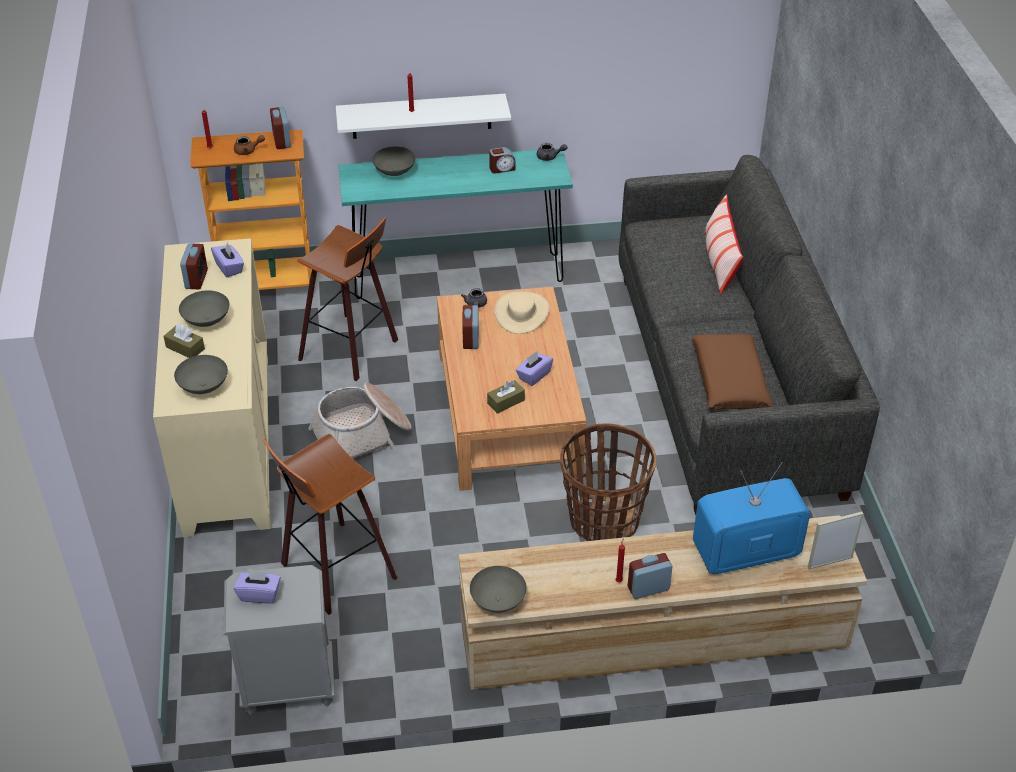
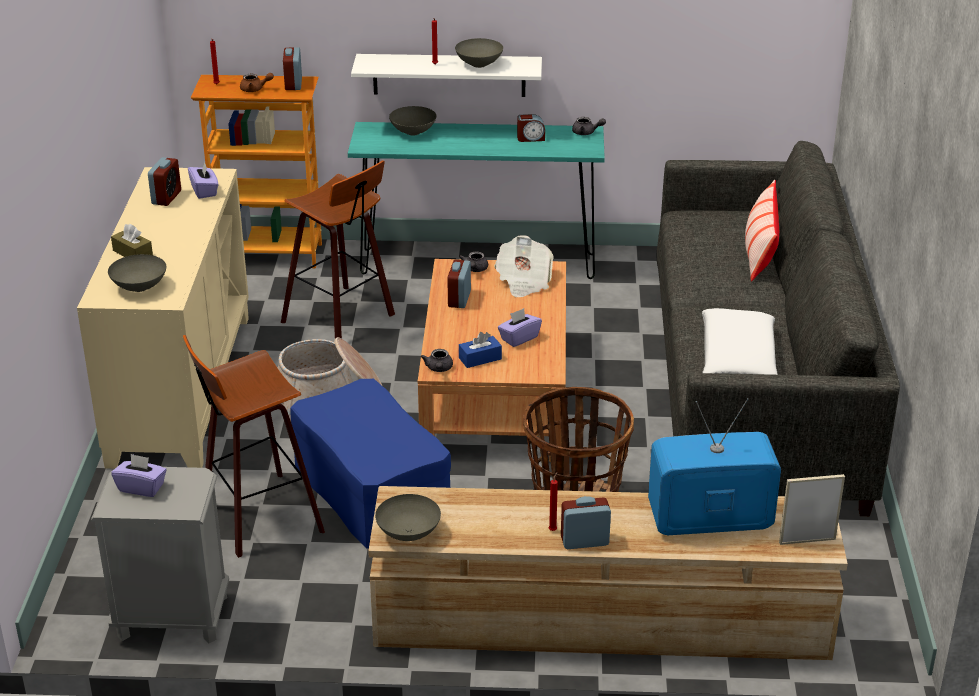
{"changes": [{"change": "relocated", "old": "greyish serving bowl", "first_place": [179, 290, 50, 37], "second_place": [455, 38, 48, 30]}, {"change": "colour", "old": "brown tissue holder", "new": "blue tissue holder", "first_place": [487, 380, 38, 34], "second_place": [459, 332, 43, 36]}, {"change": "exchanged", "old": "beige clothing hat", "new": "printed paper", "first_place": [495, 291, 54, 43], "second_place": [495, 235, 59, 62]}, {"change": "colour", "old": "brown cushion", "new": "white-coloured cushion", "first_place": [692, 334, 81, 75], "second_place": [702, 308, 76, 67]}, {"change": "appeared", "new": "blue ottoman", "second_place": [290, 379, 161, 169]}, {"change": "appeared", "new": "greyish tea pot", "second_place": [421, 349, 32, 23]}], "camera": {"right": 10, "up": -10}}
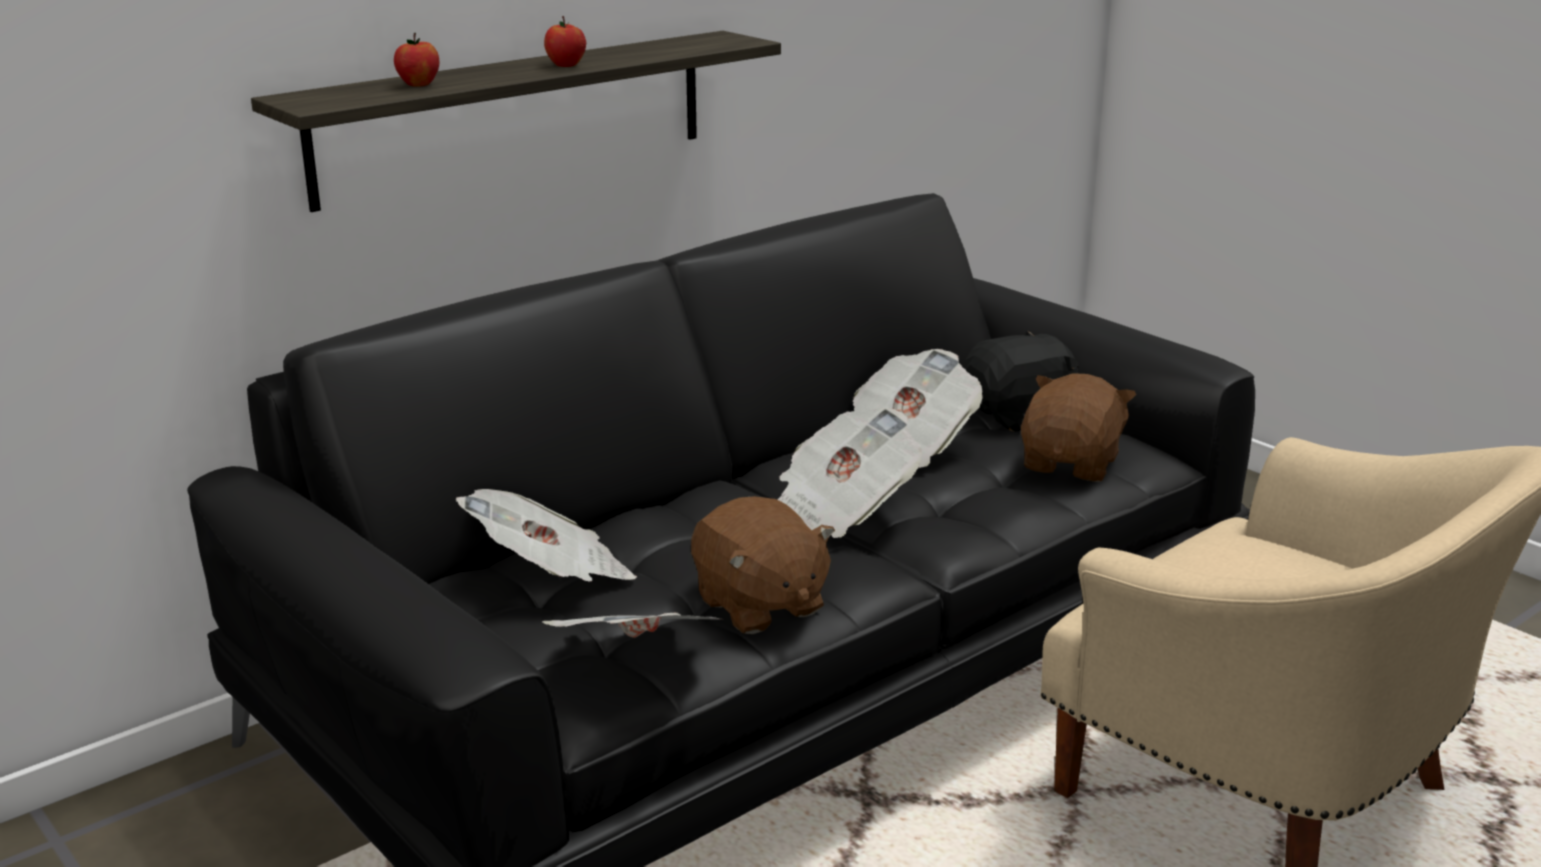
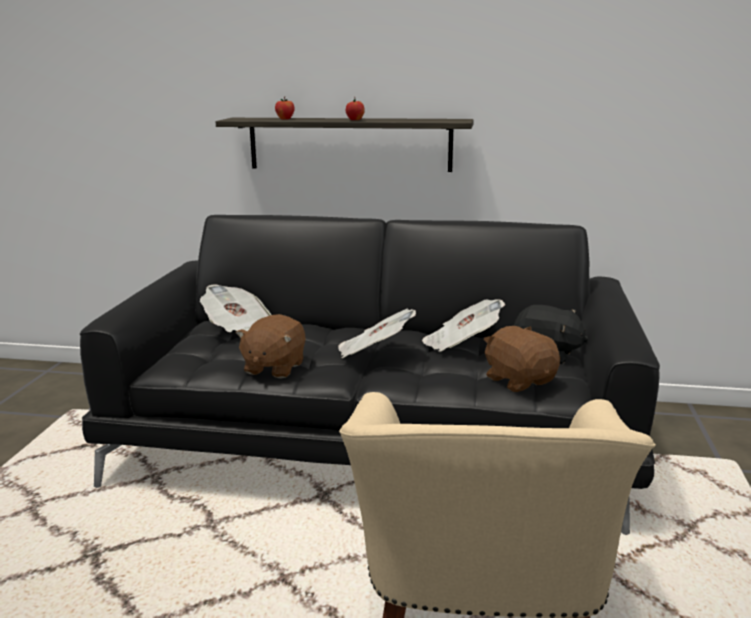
{"changes": [{"change": "missing", "old": "printed paper", "first_place": [542, 613, 180, 25]}, {"change": "spun", "old": "brown plush toy", "first_place": [1021, 373, 115, 109], "second_place": [484, 326, 76, 66], "degrees": -105}], "camera": {"right": 50, "up": -5}}
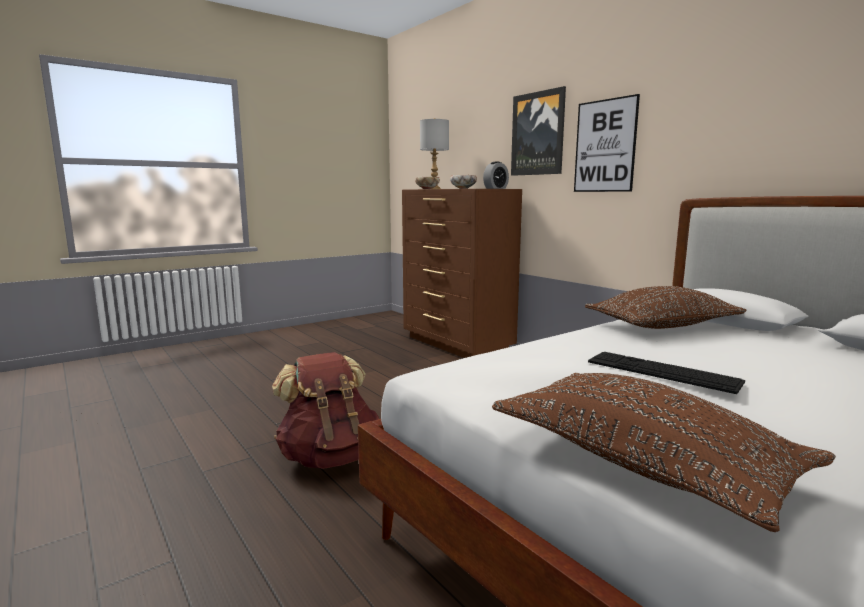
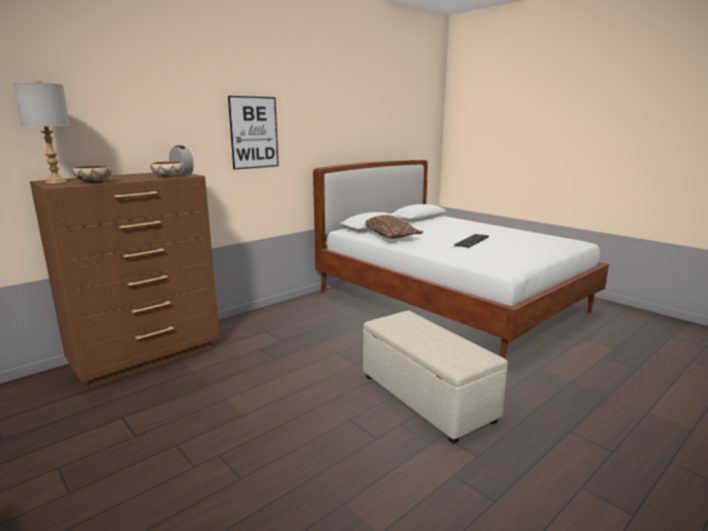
{"changes": [{"change": "exchanged", "old": "brown backpack", "new": "beige ottoman", "first_place": [272, 352, 107, 117], "second_place": [363, 311, 145, 133]}, {"change": "missing", "old": "brown cushion", "first_place": [492, 373, 344, 159]}, {"change": "missing", "old": "picture", "first_place": [511, 86, 55, 90]}], "camera": {"right": -95, "up": 5}}
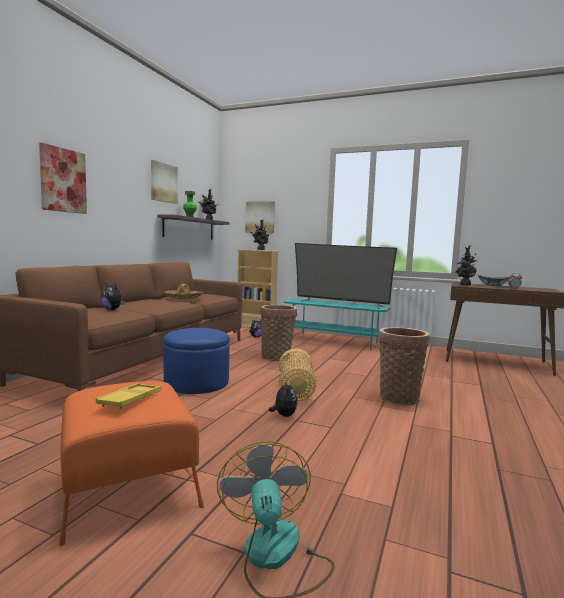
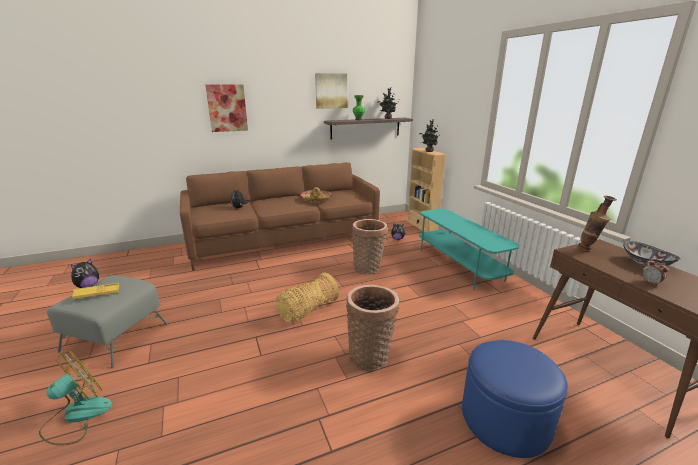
{"changes": [{"change": "colour", "old": "orange-coloured ottoman", "new": "greyish ottoman", "first_place": [59, 381, 145, 165], "second_place": [47, 275, 121, 93]}, {"change": "relocated", "old": "blue ottoman", "first_place": [163, 328, 67, 66], "second_place": [462, 340, 106, 118]}, {"change": "missing", "old": "picture", "first_place": [245, 201, 30, 32]}, {"change": "relocated", "old": "plush toy", "first_place": [269, 380, 28, 37], "second_place": [71, 258, 28, 30]}, {"change": "missing", "old": "television", "first_place": [295, 243, 102, 66]}, {"change": "exchanged", "old": "houseplant", "new": "decorative vase", "first_place": [454, 246, 23, 39], "second_place": [577, 196, 40, 56]}], "camera": {"right": 45, "up": 15}}
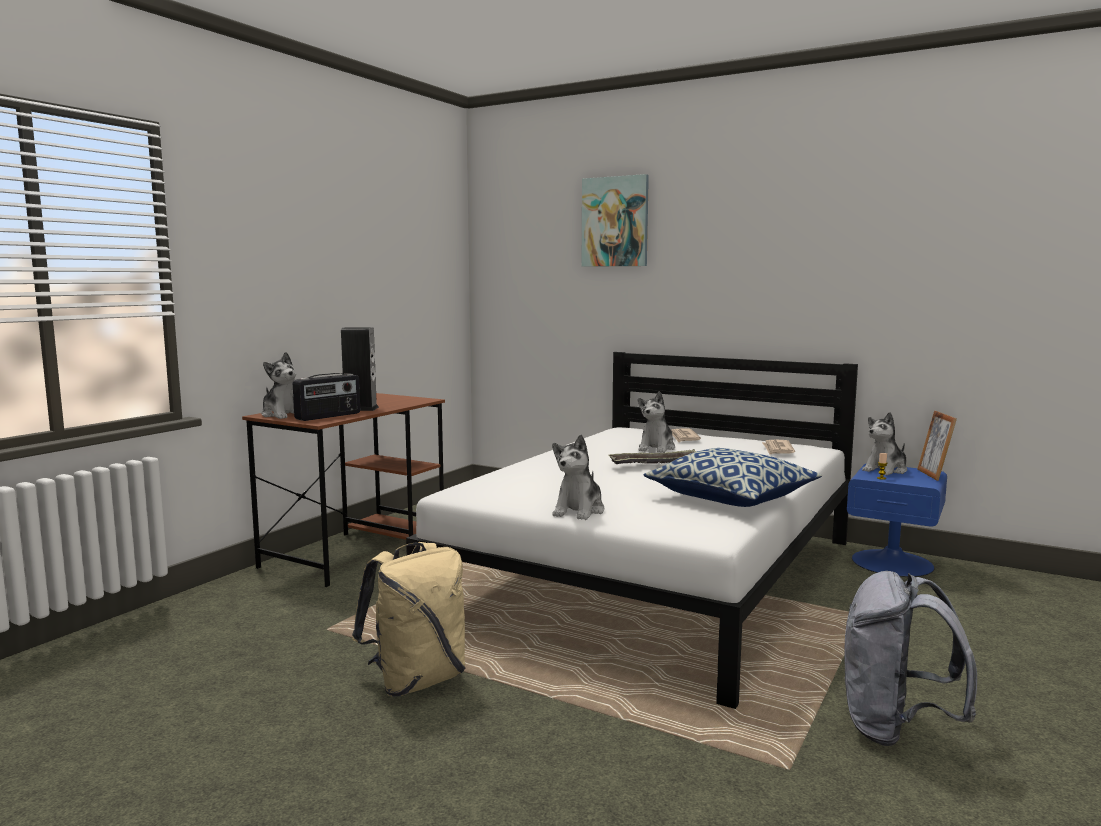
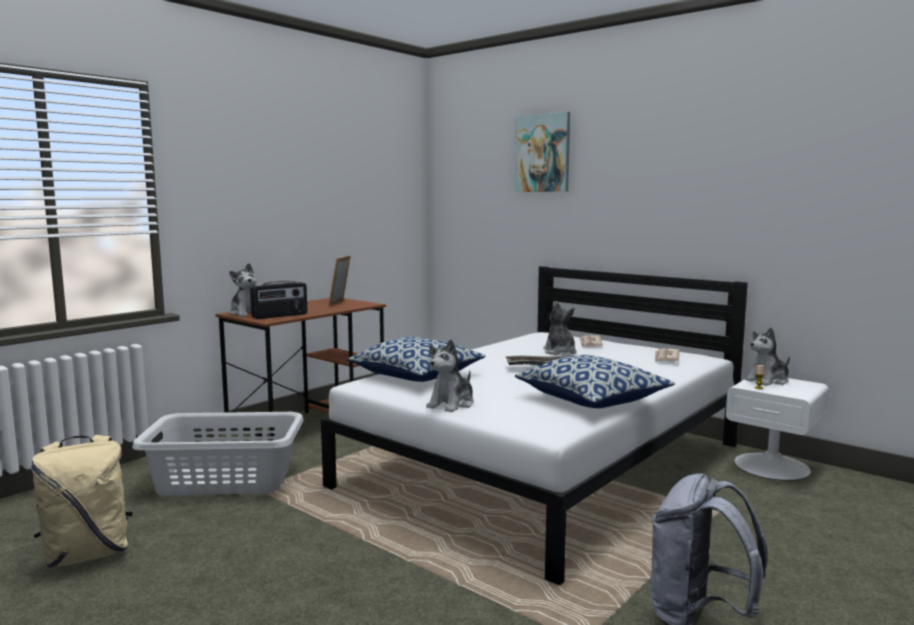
{"changes": [{"change": "missing", "old": "speaker", "first_place": [341, 327, 38, 84]}, {"change": "relocated", "old": "beige backpack", "first_place": [352, 542, 114, 155], "second_place": [31, 435, 102, 133]}, {"change": "spun", "old": "plush toy", "first_place": [638, 391, 37, 62], "second_place": [543, 301, 34, 54], "degrees": 135}, {"change": "colour", "old": "blue nightstand", "new": "white-coloured nightstand", "first_place": [847, 463, 100, 114], "second_place": [726, 378, 103, 103]}, {"change": "relocated", "old": "picture frame", "first_place": [917, 410, 40, 71], "second_place": [329, 255, 21, 51]}, {"change": "appeared", "new": "greyish hamper", "second_place": [132, 412, 172, 83]}, {"change": "appeared", "new": "cushion", "second_place": [347, 337, 139, 45]}], "camera": {"right": 10, "up": 0}}
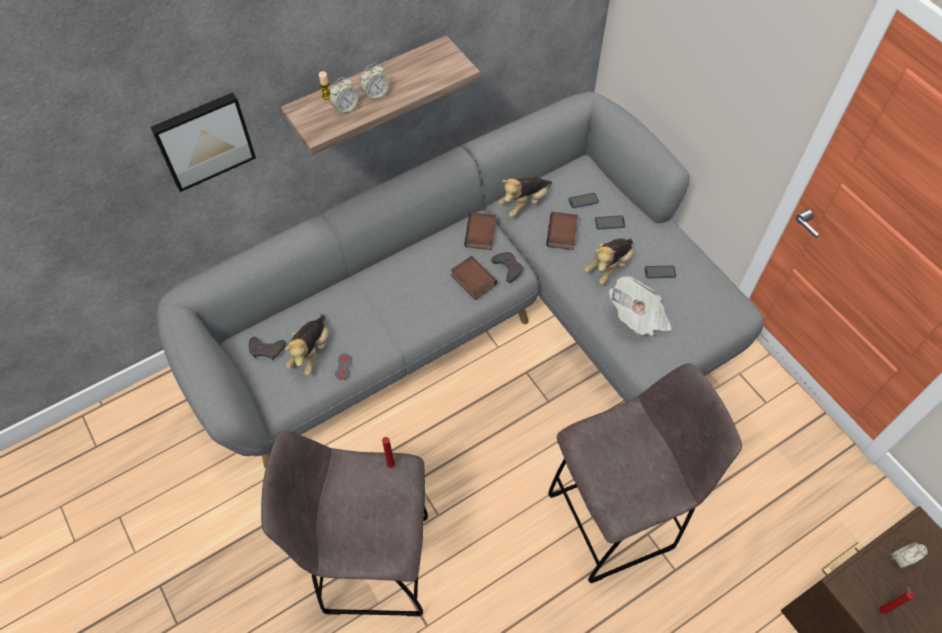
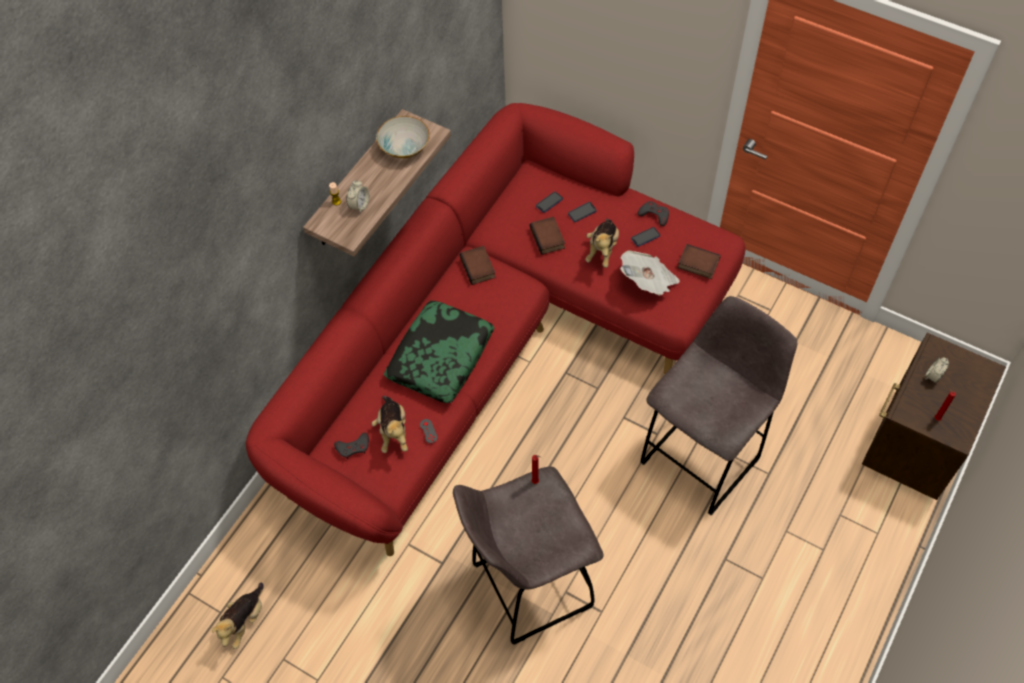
{"changes": [{"change": "missing", "old": "picture", "first_place": [150, 92, 106, 100]}, {"change": "colour", "old": "greyish settee", "new": "red settee", "first_place": [157, 92, 607, 376], "second_place": [246, 103, 500, 453]}, {"change": "missing", "old": "alarm clock", "first_place": [360, 63, 29, 38]}, {"change": "relocated", "old": "bound book", "first_place": [451, 256, 46, 44], "second_place": [678, 244, 43, 35]}, {"change": "relocated", "old": "greyish game controller", "first_place": [491, 252, 32, 31], "second_place": [638, 201, 31, 25]}, {"change": "relocated", "old": "plush toy", "first_place": [498, 176, 54, 41], "second_place": [212, 583, 52, 66]}, {"change": "appeared", "new": "serving bowl", "second_place": [376, 116, 54, 42]}, {"change": "appeared", "new": "cushion", "second_place": [384, 301, 110, 102]}], "camera": {"right": -25, "up": 0}}
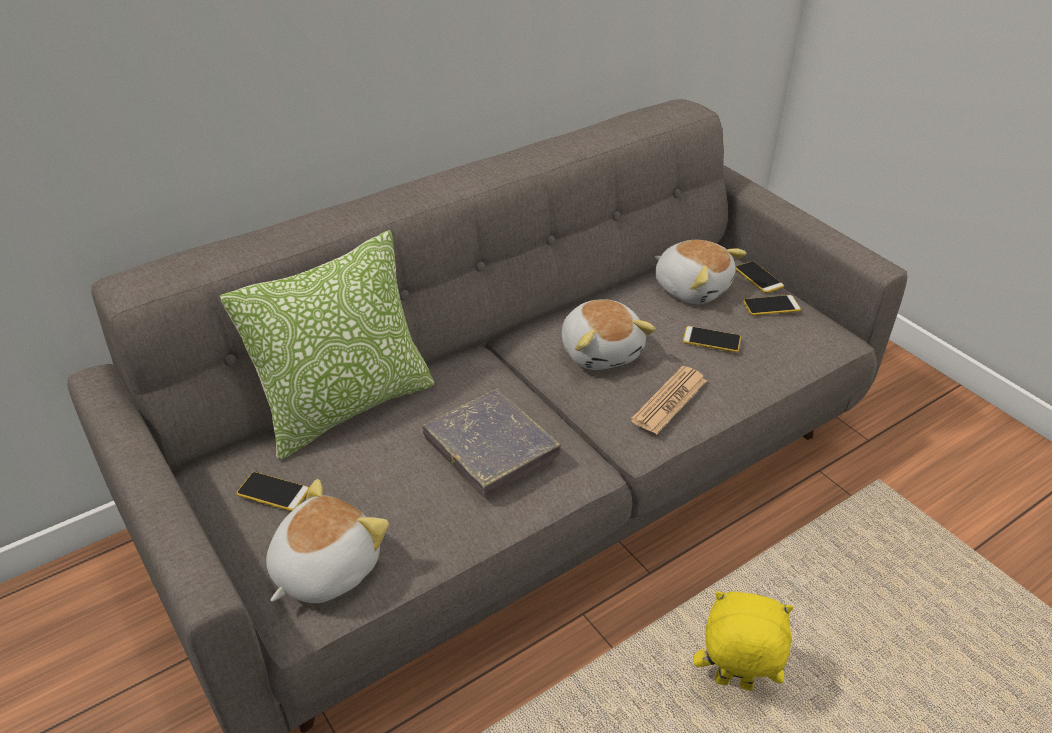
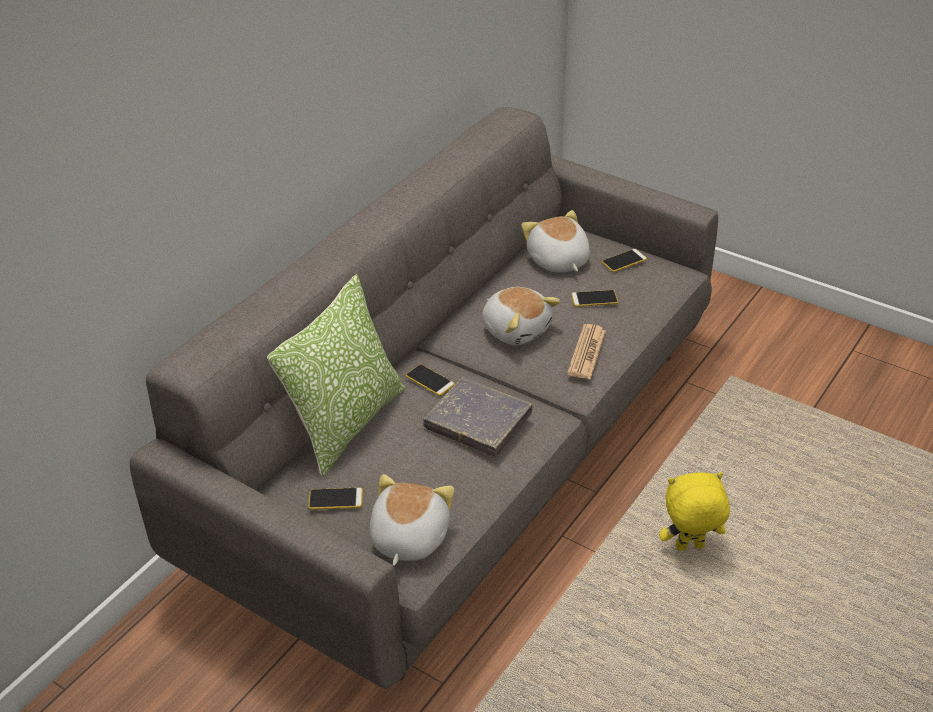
{"changes": [{"change": "spun", "old": "plush toy", "first_place": [655, 240, 91, 64], "second_place": [521, 210, 69, 63], "degrees": -135}, {"change": "relocated", "old": "phone", "first_place": [735, 261, 49, 32], "second_place": [406, 364, 49, 32]}], "camera": {"right": -20, "up": 0}}
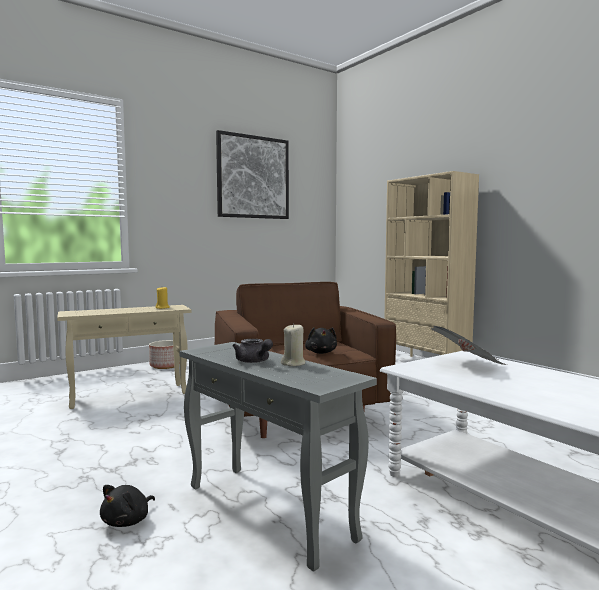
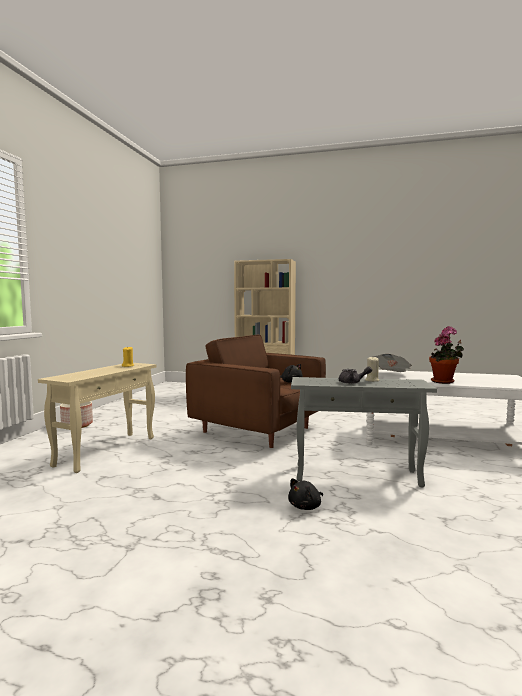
{"changes": [{"change": "spun", "old": "blackish plush toy", "first_place": [100, 485, 55, 42], "second_place": [288, 478, 35, 32], "degrees": 60}, {"change": "missing", "old": "picture", "first_place": [216, 130, 73, 89]}, {"change": "appeared", "new": "houseplant", "second_place": [429, 326, 35, 58]}], "camera": {"right": -40, "up": 0}}
